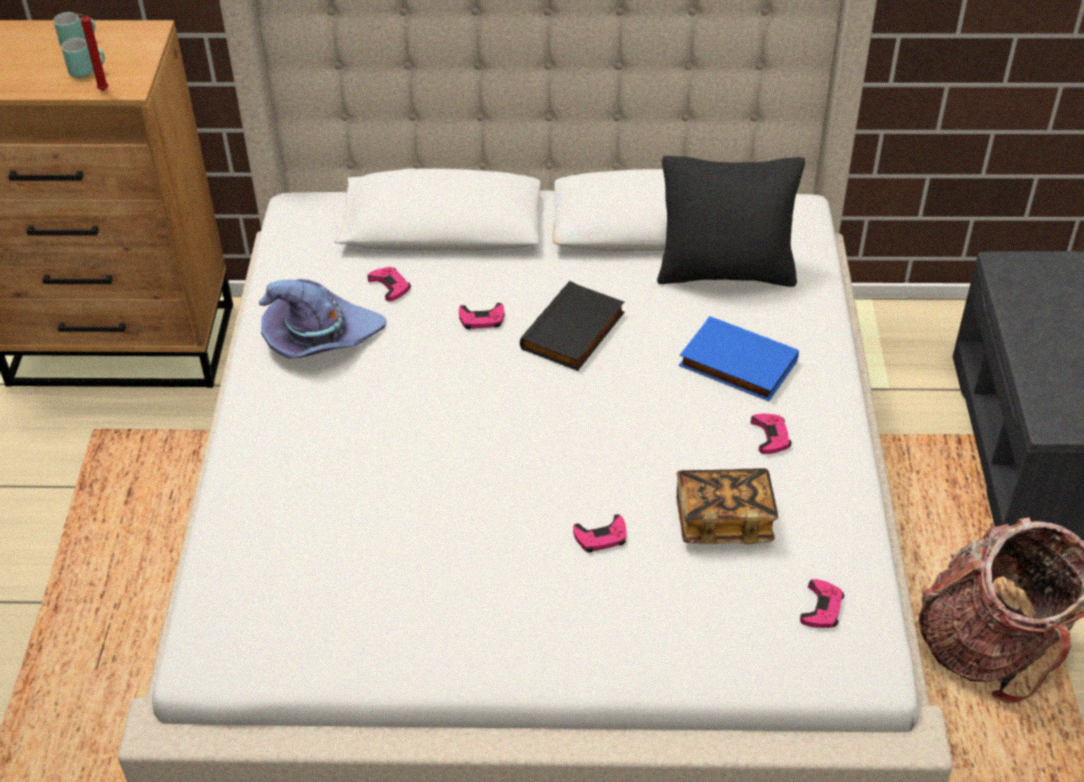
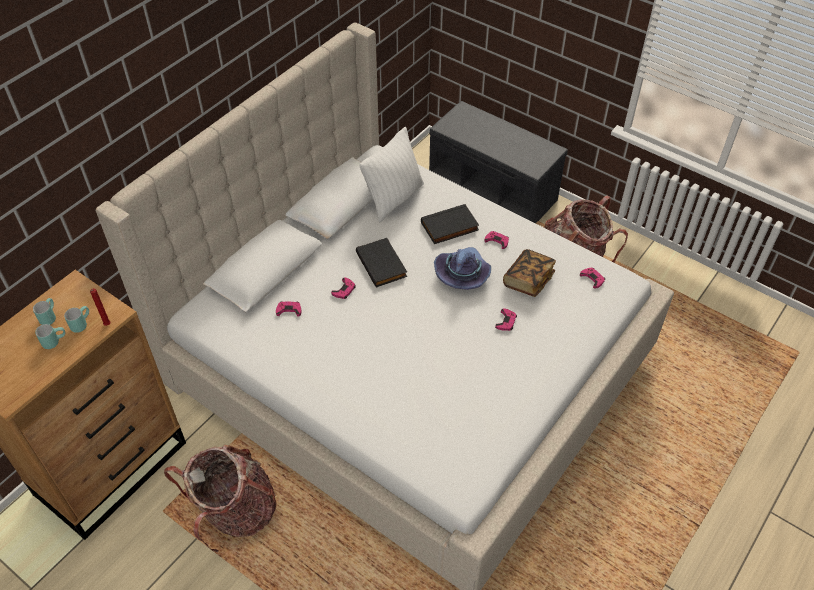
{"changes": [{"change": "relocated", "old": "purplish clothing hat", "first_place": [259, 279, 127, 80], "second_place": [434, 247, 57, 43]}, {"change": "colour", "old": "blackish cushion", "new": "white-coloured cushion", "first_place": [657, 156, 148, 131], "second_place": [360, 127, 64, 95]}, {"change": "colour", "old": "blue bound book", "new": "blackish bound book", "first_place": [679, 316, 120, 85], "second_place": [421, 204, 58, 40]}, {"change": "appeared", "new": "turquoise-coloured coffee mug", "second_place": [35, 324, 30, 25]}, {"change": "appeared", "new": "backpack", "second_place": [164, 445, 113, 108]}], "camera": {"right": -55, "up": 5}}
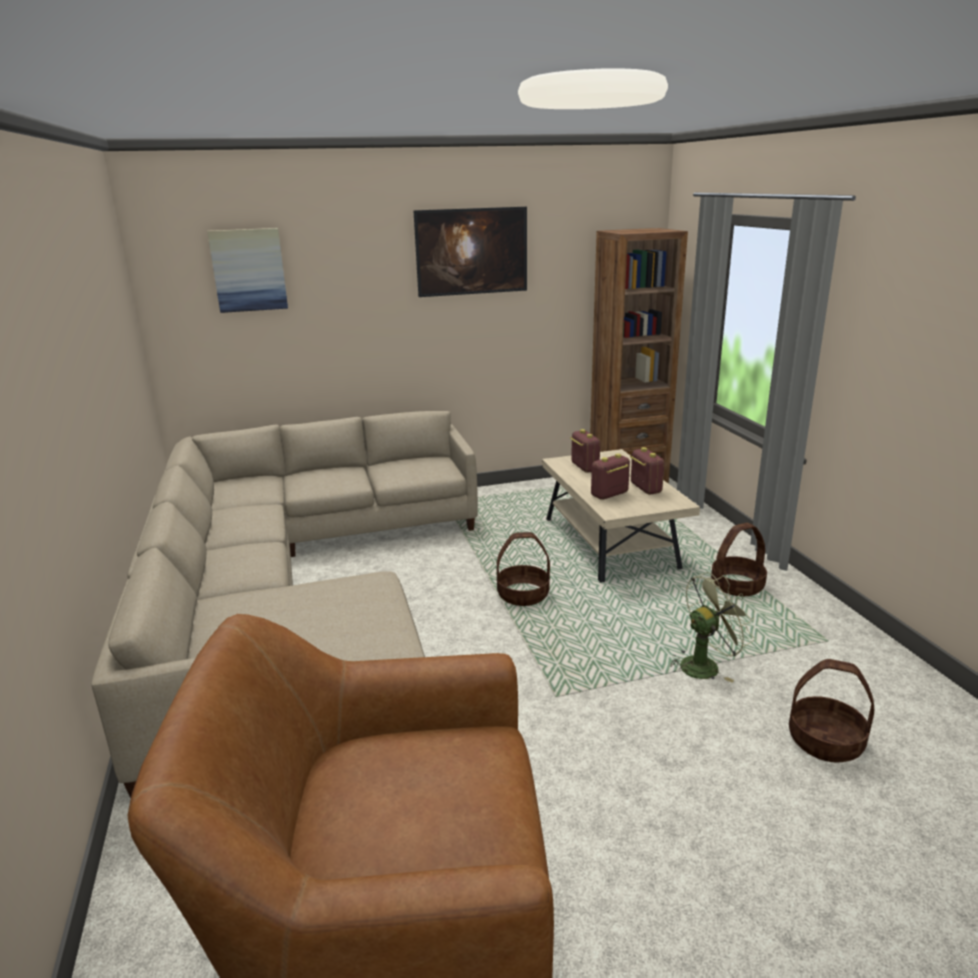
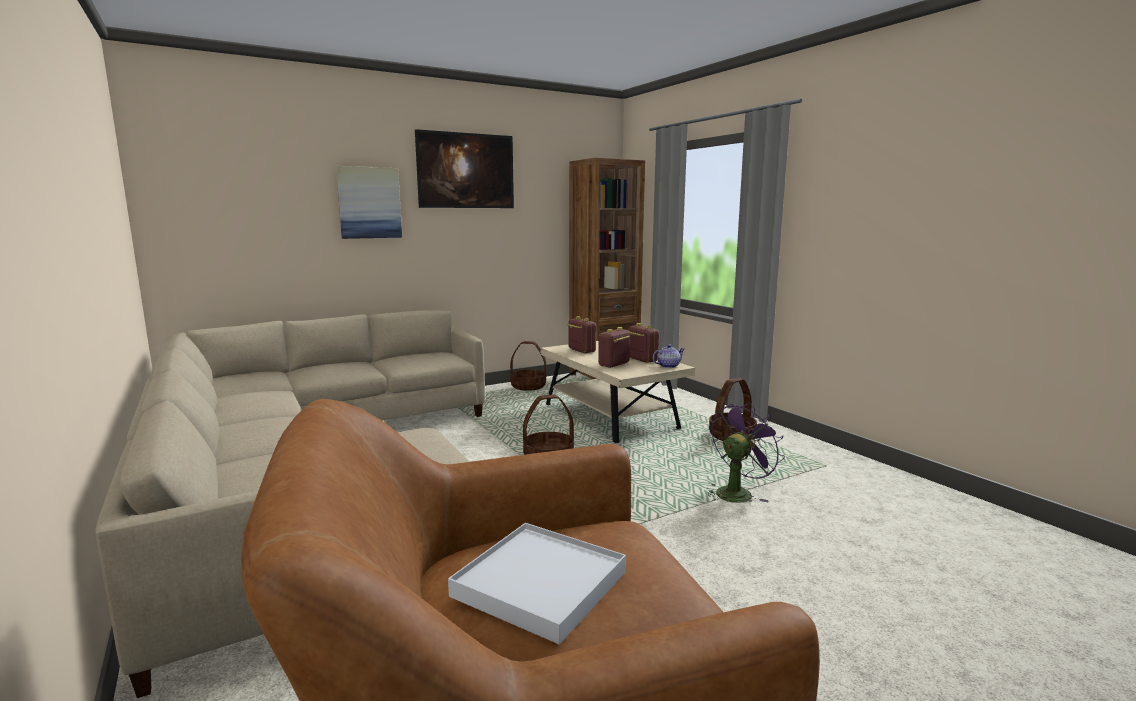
{"changes": [{"change": "relocated", "old": "picture", "first_place": [207, 228, 81, 85], "second_place": [336, 166, 66, 73]}, {"change": "colour", "old": "green electric fan", "new": "purplish electric fan", "first_place": [671, 572, 84, 111], "second_place": [708, 402, 77, 101]}, {"change": "relocated", "old": "storage basket", "first_place": [789, 659, 85, 104], "second_place": [510, 341, 36, 50]}, {"change": "appeared", "new": "white-coloured tray", "second_place": [448, 523, 178, 122]}, {"change": "appeared", "new": "tea pot", "second_place": [652, 345, 33, 23]}], "camera": {"right": -15, "up": -10}}
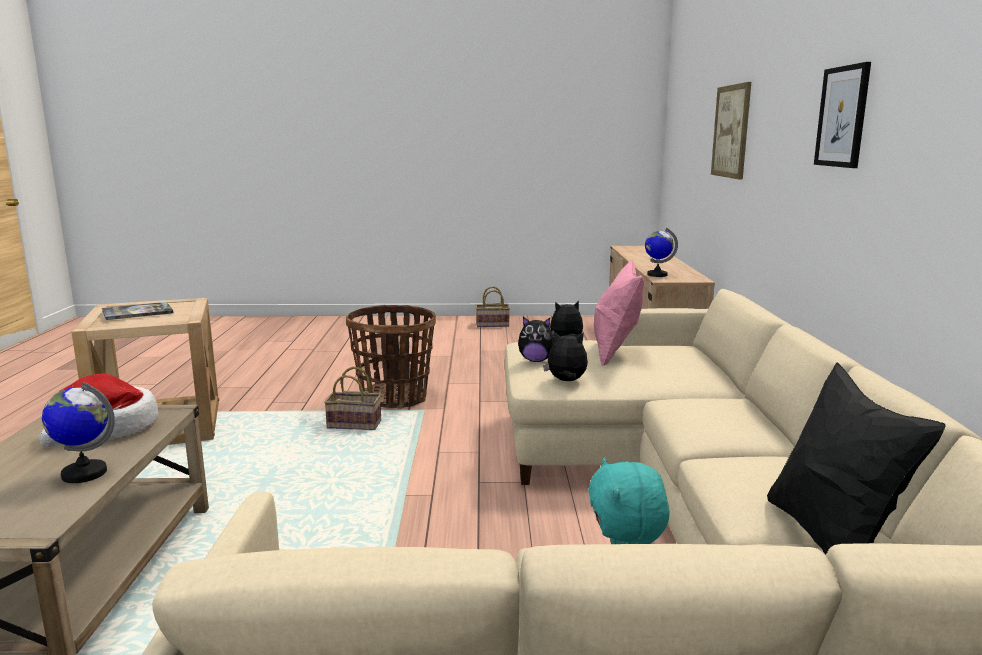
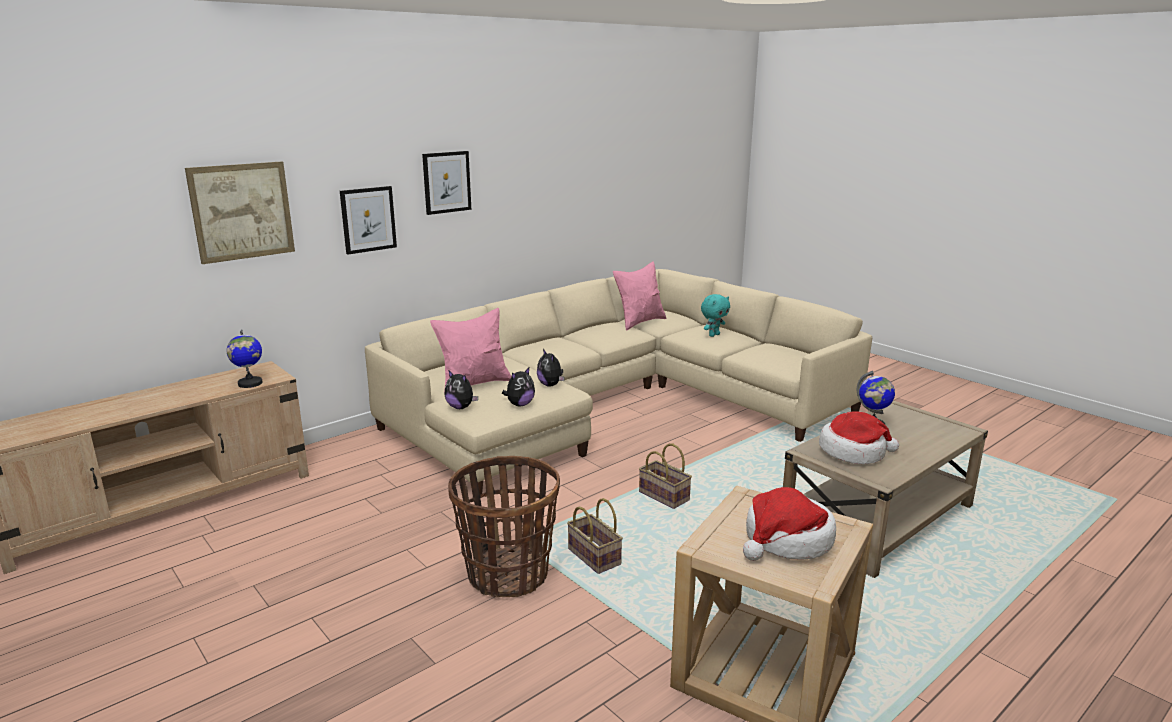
{"changes": [{"change": "exchanged", "old": "bound book", "new": "clothing hat", "first_place": [102, 302, 72, 18], "second_place": [743, 487, 93, 74]}, {"change": "relocated", "old": "storage basket", "first_place": [476, 286, 34, 41], "second_place": [639, 443, 53, 66]}, {"change": "spun", "old": "plush toy", "first_place": [518, 317, 36, 45], "second_place": [502, 368, 33, 39], "degrees": 75}, {"change": "colour", "old": "blackish cushion", "new": "pink cushion", "first_place": [767, 363, 179, 192], "second_place": [613, 261, 53, 69]}, {"change": "appeared", "new": "picture", "second_place": [340, 186, 57, 69]}], "camera": {"right": -130, "up": 5}}
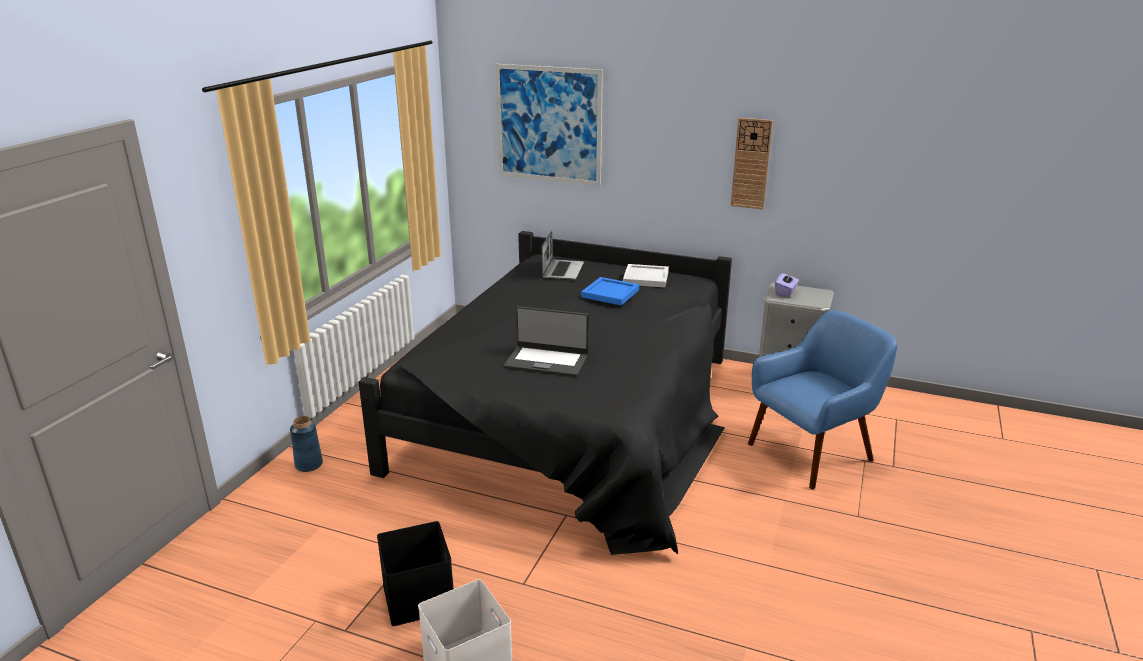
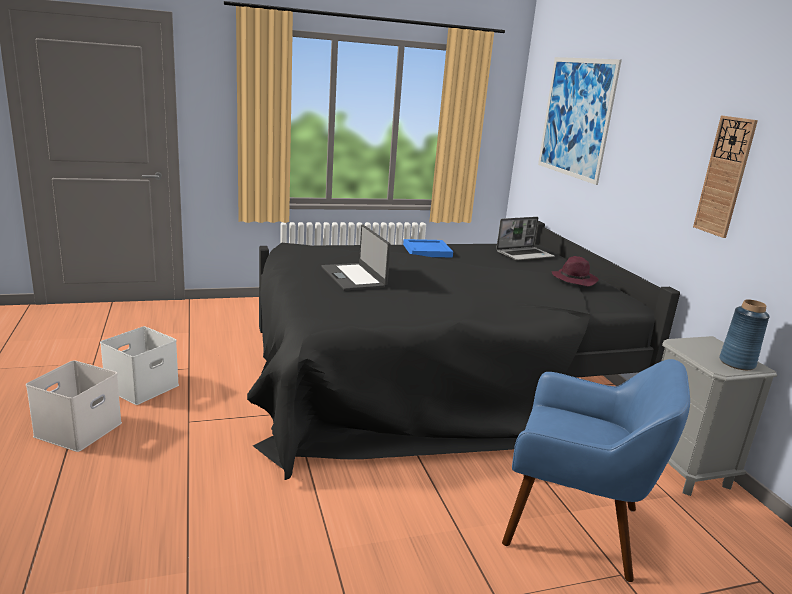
{"changes": [{"change": "relocated", "old": "blue decorative vase", "first_place": [290, 416, 33, 56], "second_place": [719, 300, 51, 70]}, {"change": "colour", "old": "blackish storage bin", "new": "white-coloured storage bin", "first_place": [377, 521, 76, 105], "second_place": [100, 326, 79, 79]}, {"change": "relocated", "old": "blue tray", "first_place": [581, 277, 58, 28], "second_place": [403, 239, 50, 18]}, {"change": "exchanged", "old": "white-coloured tray", "new": "purplish clothing hat", "first_place": [623, 264, 46, 23], "second_place": [552, 256, 47, 31]}, {"change": "missing", "old": "purplish tissue holder", "first_place": [775, 272, 24, 25]}], "camera": {"right": 50, "up": -5}}
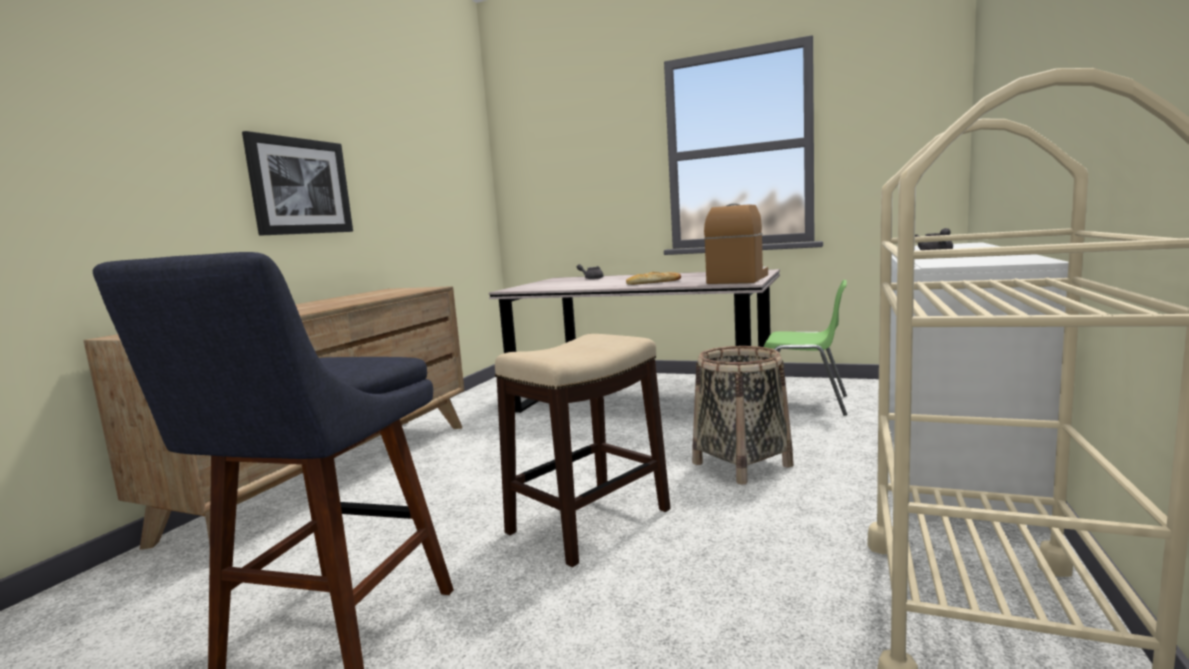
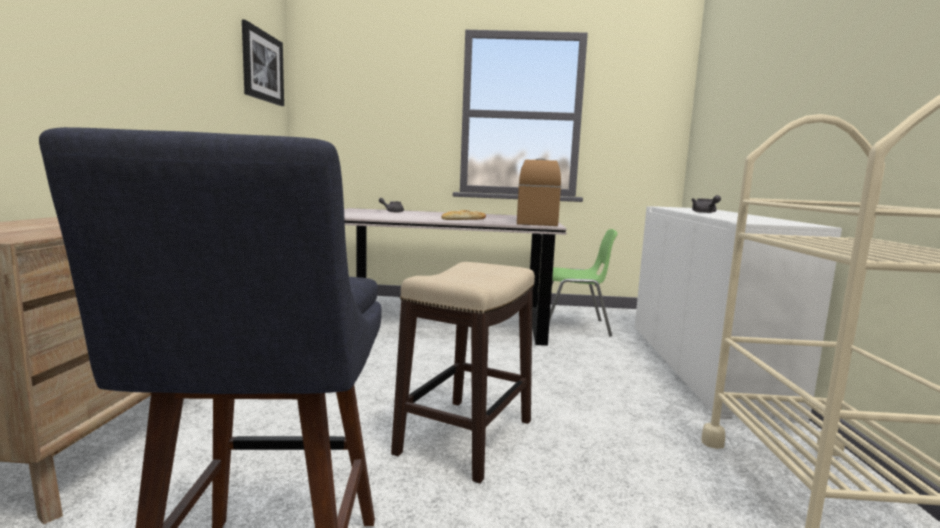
{"changes": [{"change": "relocated", "old": "picture", "first_place": [242, 131, 111, 105], "second_place": [242, 20, 42, 86]}, {"change": "missing", "old": "storage basket", "first_place": [692, 346, 102, 138]}], "camera": {"right": -20, "up": 0}}
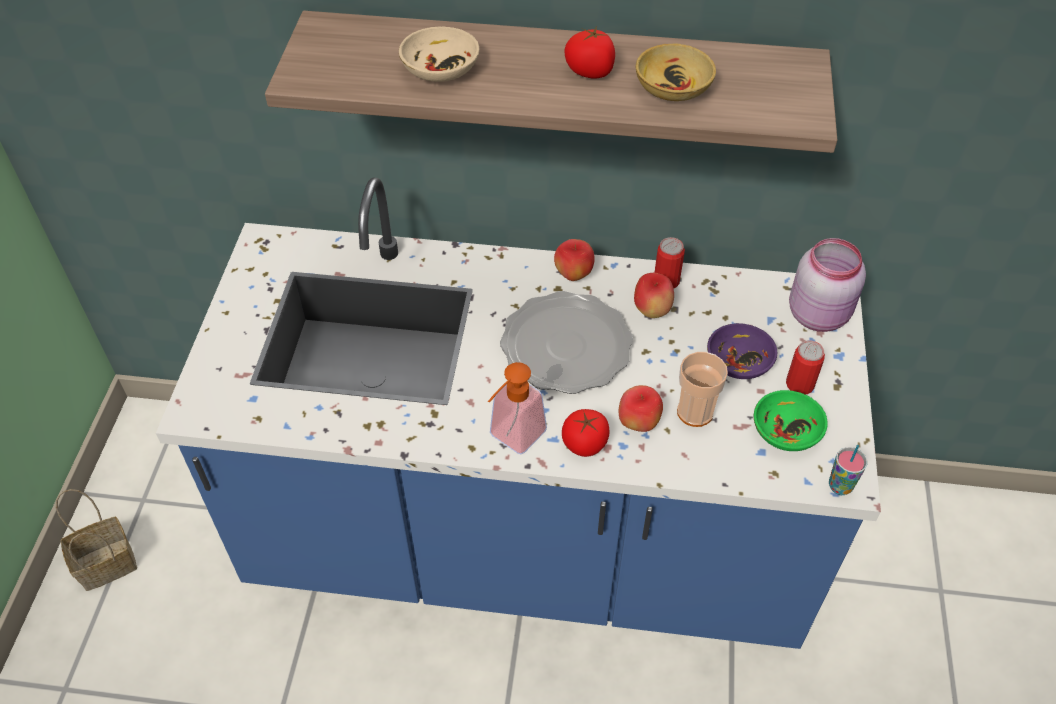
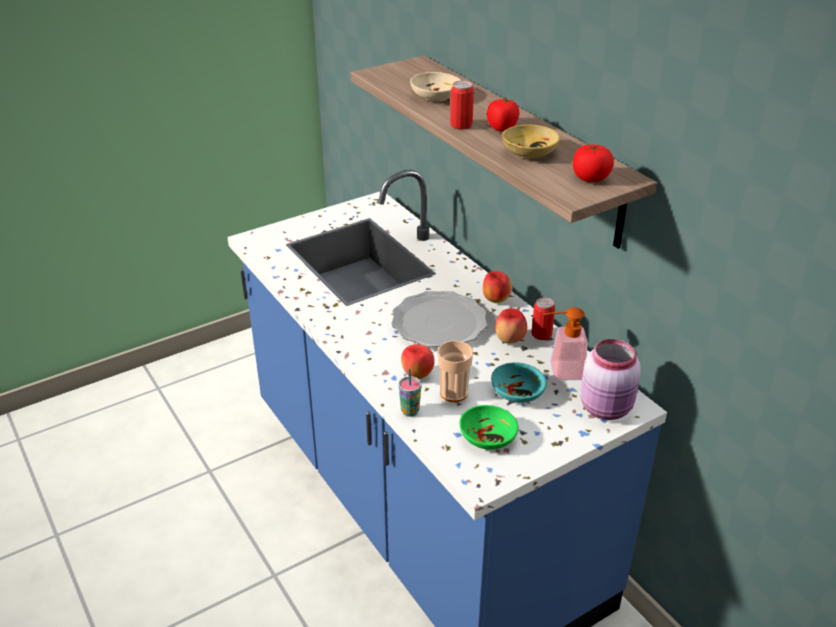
{"changes": [{"change": "missing", "old": "storage basket", "first_place": [56, 489, 81, 102]}, {"change": "relocated", "old": "soap dispenser", "first_place": [488, 362, 59, 92], "second_place": [543, 307, 45, 73]}, {"change": "relocated", "old": "tomato", "first_place": [562, 409, 47, 48], "second_place": [573, 145, 41, 37]}, {"change": "colour", "old": "purplish serving bowl", "new": "turquoise-coloured serving bowl", "first_place": [707, 323, 70, 56], "second_place": [491, 363, 56, 40]}, {"change": "relocated", "old": "can", "first_place": [786, 340, 39, 55], "second_place": [450, 81, 24, 48]}, {"change": "relocated", "old": "cup", "first_place": [829, 445, 39, 50], "second_place": [399, 369, 22, 48]}], "camera": {"right": 50, "up": -15}}
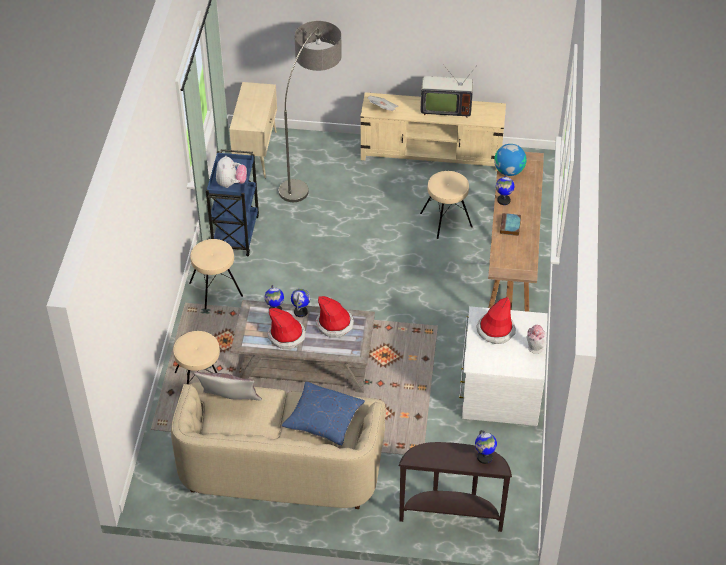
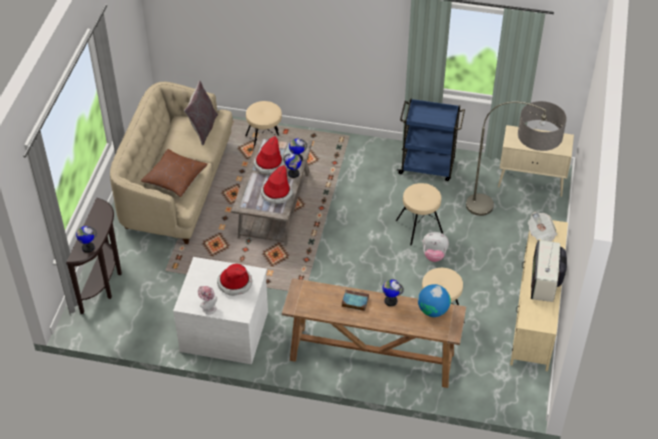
{"changes": [{"change": "relocated", "old": "beige sitting stool", "first_place": [189, 239, 54, 71], "second_place": [396, 183, 47, 63]}, {"change": "relocated", "old": "plush toy", "first_place": [216, 155, 31, 33], "second_place": [422, 232, 27, 30]}, {"change": "colour", "old": "blue cushion", "new": "brown cushion", "first_place": [282, 382, 83, 64], "second_place": [141, 149, 67, 48]}], "camera": {"right": 95, "up": 0}}
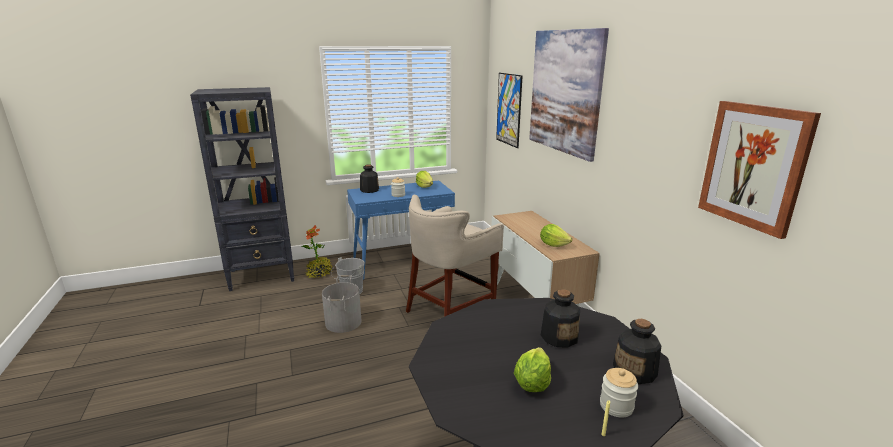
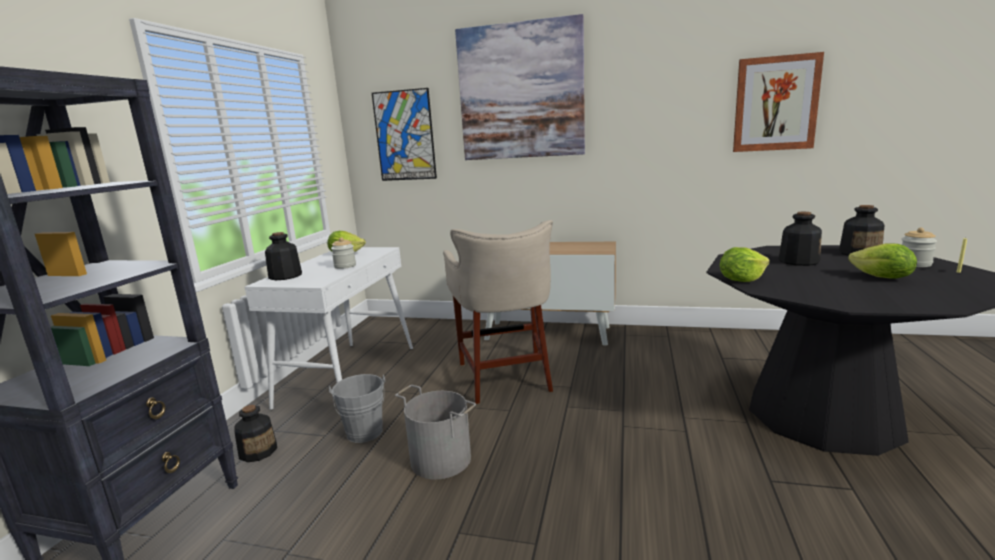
{"changes": [{"change": "exchanged", "old": "houseplant", "new": "drink bottle", "first_place": [302, 225, 31, 53], "second_place": [234, 405, 43, 57]}, {"change": "colour", "old": "blue hall table", "new": "white-coloured hall table", "first_place": [347, 181, 108, 99], "second_place": [245, 247, 168, 163]}, {"change": "relocated", "old": "lettuce", "first_place": [540, 224, 32, 23], "second_place": [720, 247, 50, 35]}], "camera": {"right": -55, "up": -5}}
